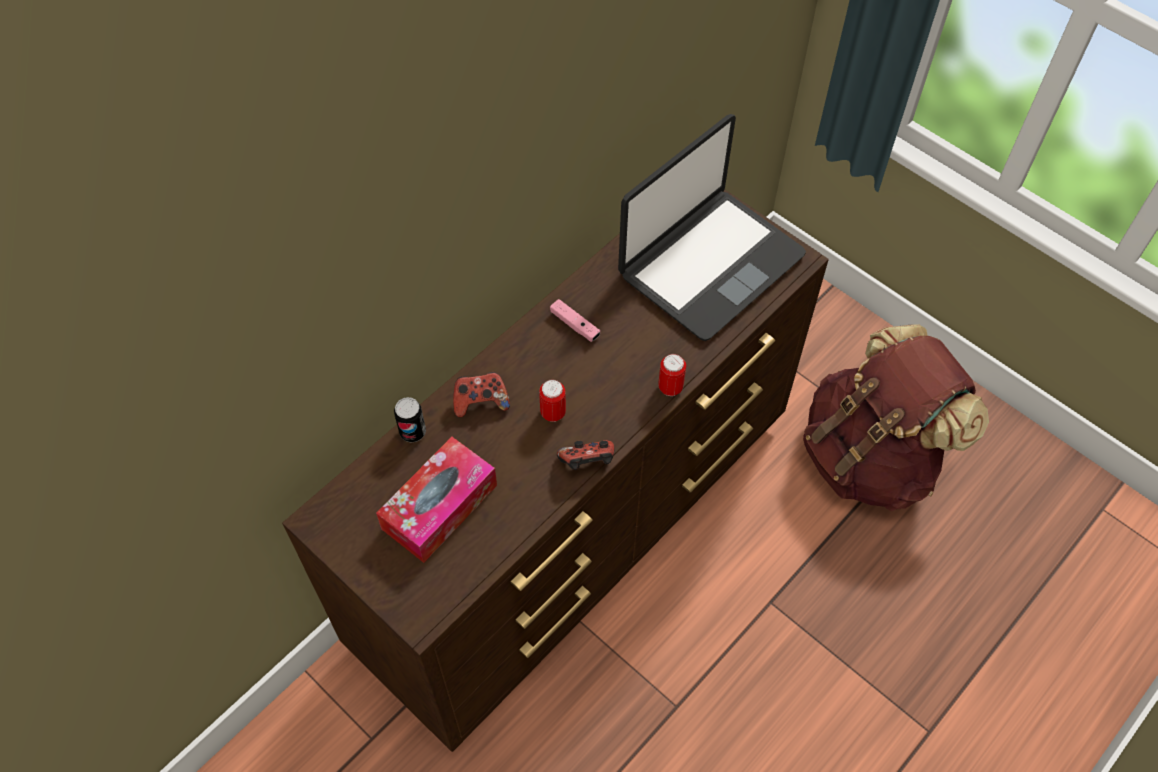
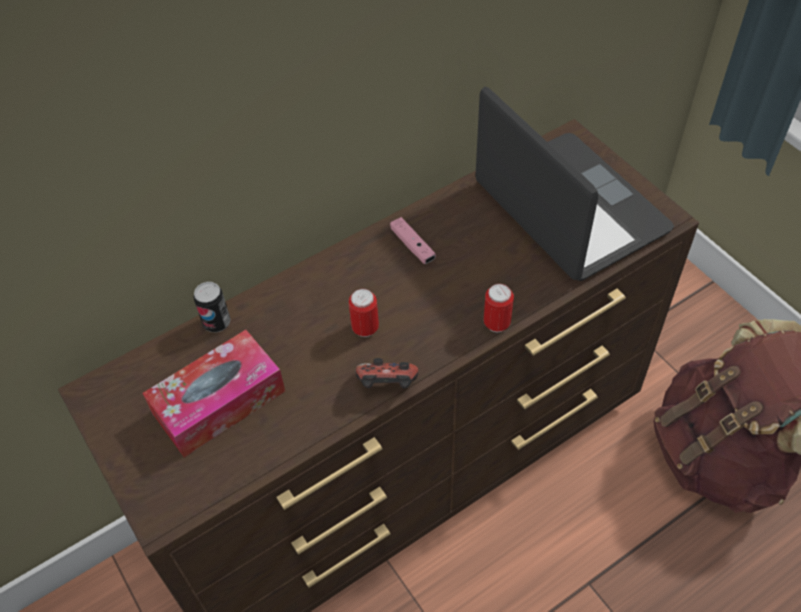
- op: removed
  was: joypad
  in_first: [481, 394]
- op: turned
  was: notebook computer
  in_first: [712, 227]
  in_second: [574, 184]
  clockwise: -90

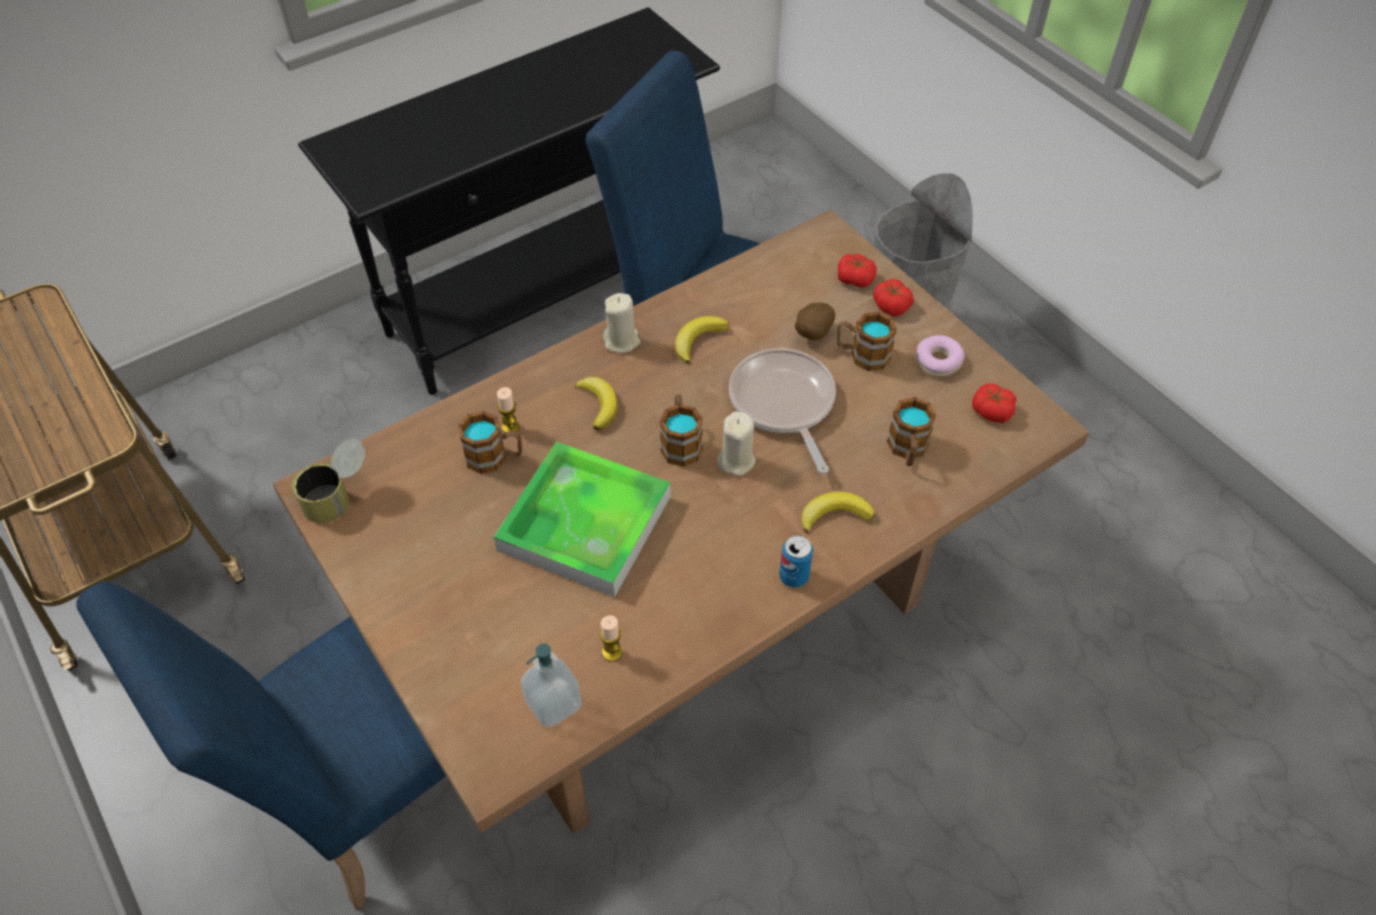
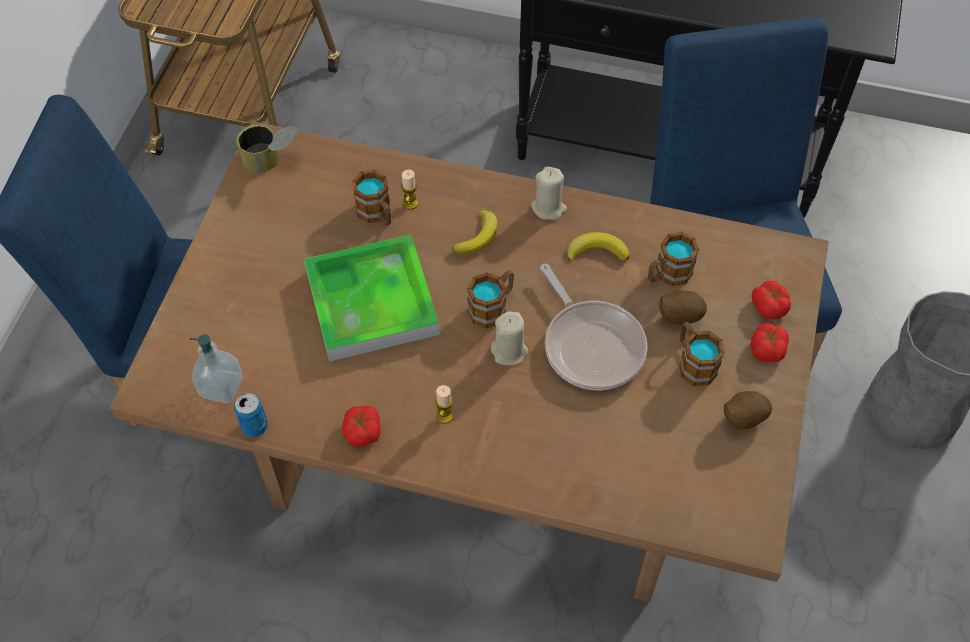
- op: removed
  was: whole banana
  in_first: [838, 513]
- op: moved
  was: wax light
  in_first: [611, 638]
  in_second: [444, 404]
- op: moved
  was: metal can
  in_first: [796, 561]
  in_second: [251, 415]
- op: moved
  was: mug
  in_first: [912, 431]
  in_second: [673, 259]
- op: moved
  was: whole tomato
  in_first: [994, 403]
  in_second: [361, 426]
- op: replaced
  was: ring doughnut
  now: whole potato
  in_first: [940, 356]
  in_second: [748, 410]
- op: turned
  was: frying pan
  in_first: [782, 411]
  in_second: [594, 327]
  clockwise: 120

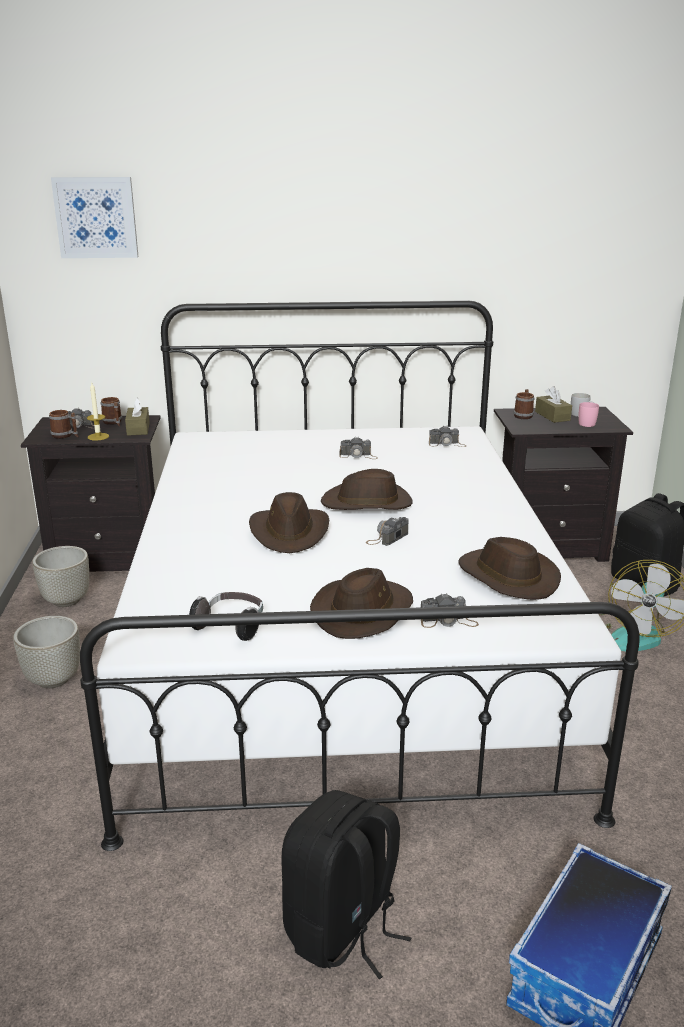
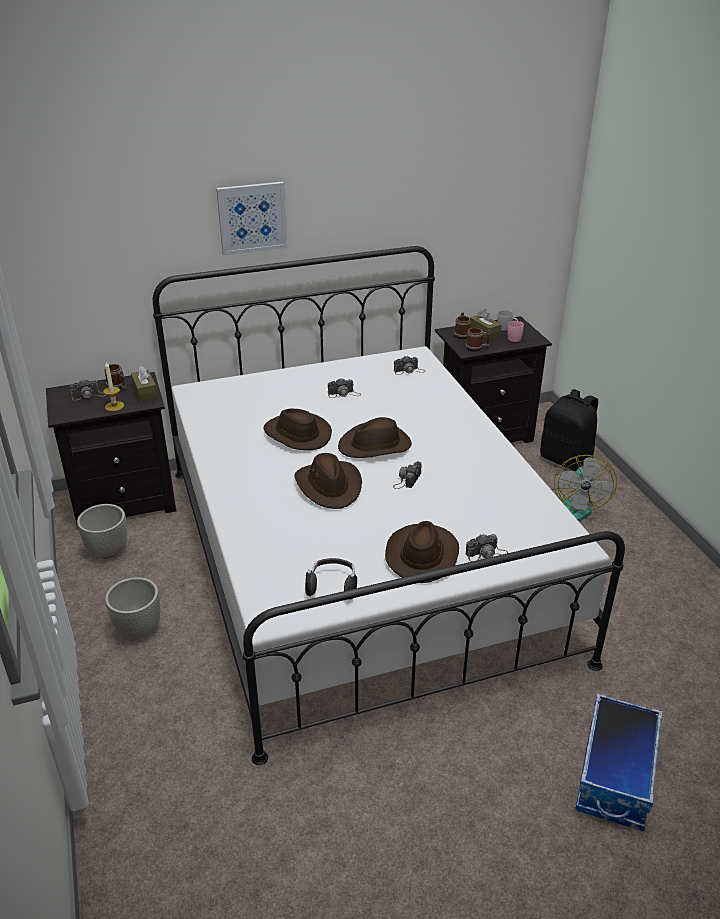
- op: removed
  was: backpack/black
  in_first: [346, 884]
- op: moved
  was: mug
  in_first: [64, 424]
  in_second: [478, 340]
- op: moved
  was: wall art
  in_first: [94, 217]
  in_second: [251, 219]
- op: moved
  was: hat/brownish
  in_first: [510, 568]
  in_second: [298, 429]

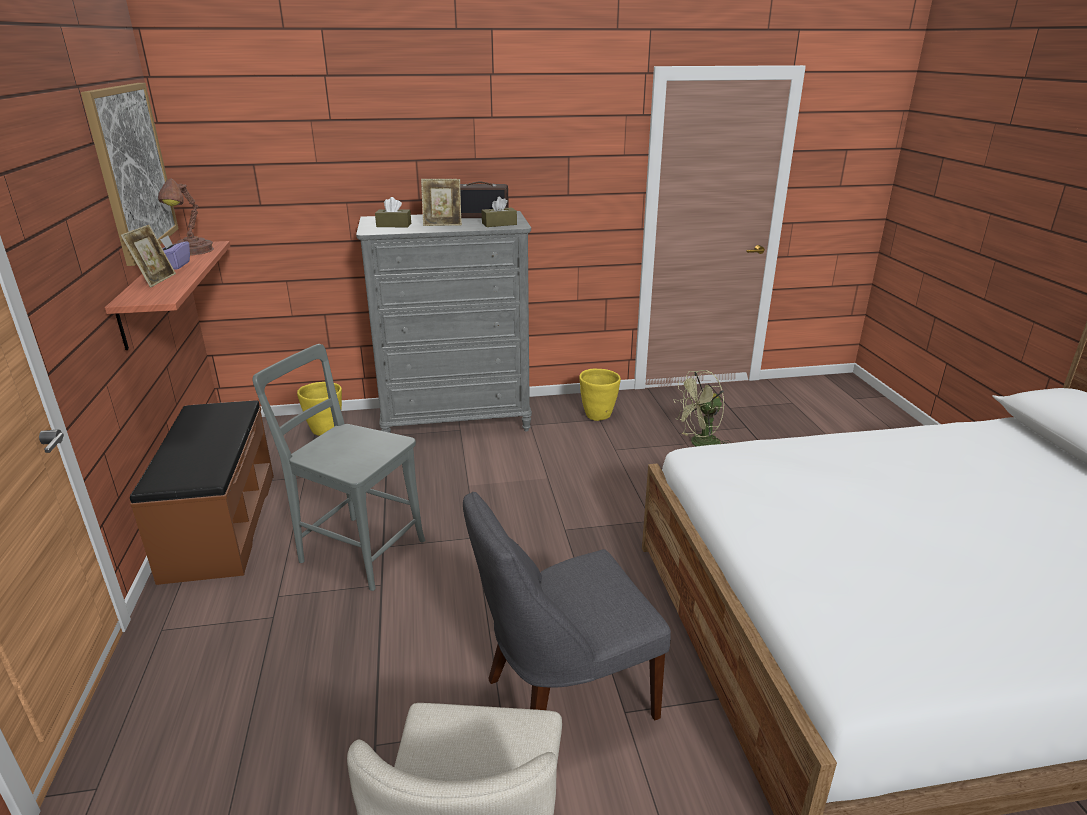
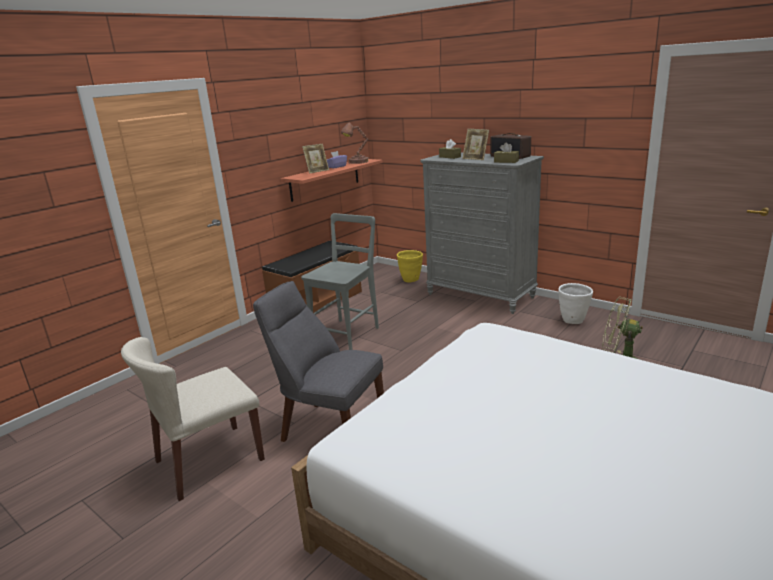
- op: removed
  was: wall art
  in_first: [130, 174]
- op: recoloured
  was: flower pot/yellow-coloured
  now: flower pot/white-coloured
  in_first: [600, 395]
  in_second: [575, 303]
- op: turned
  was: upright chair/greyish
  in_first: [339, 467]
  in_second: [340, 281]
  clockwise: 45

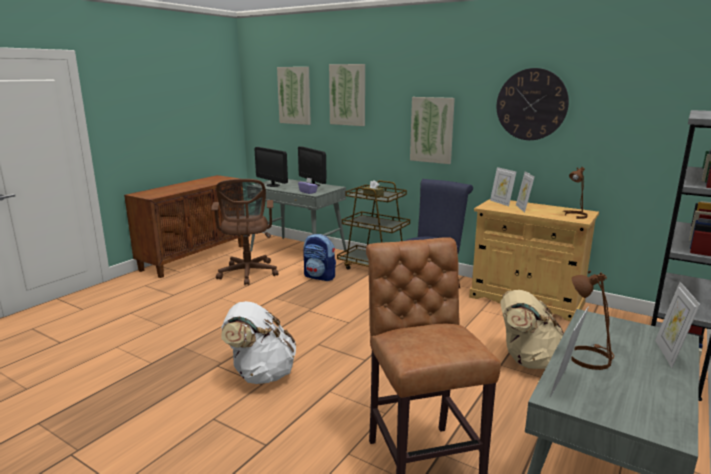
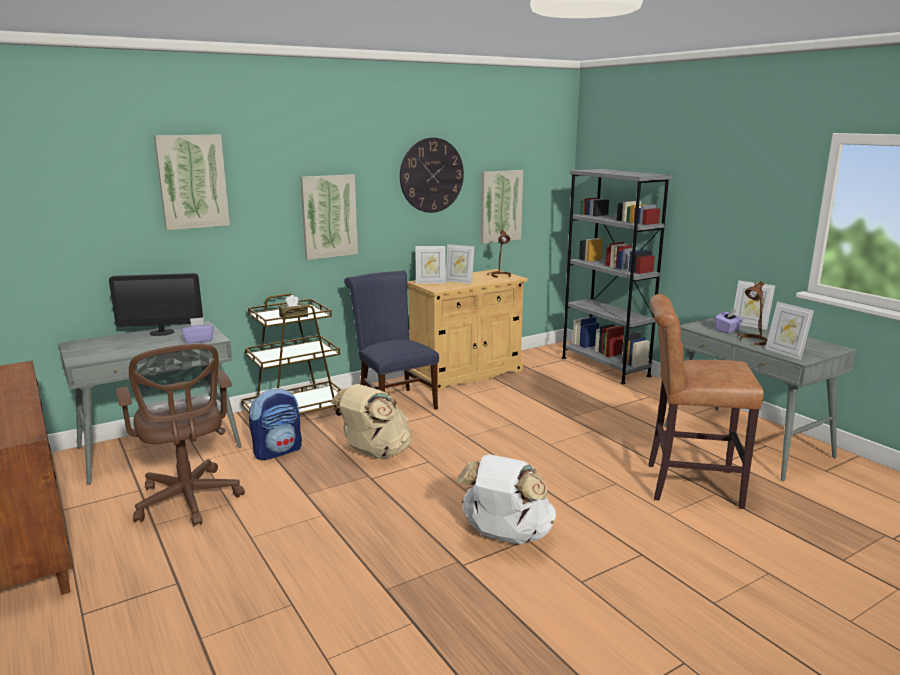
- op: removed
  was: computer screen
  in_first: [271, 167]
- op: added
  now: box of tissues/purple-coloured
  in_second: [729, 321]
- op: moved
  was: wall art
  in_first: [294, 96]
  in_second: [502, 207]
- op: moved
  was: backpack/beige
  in_first: [532, 329]
  in_second: [371, 421]
- op: turned
  was: desk chair/brownish
  in_first: [245, 232]
  in_second: [180, 435]
  clockwise: 45

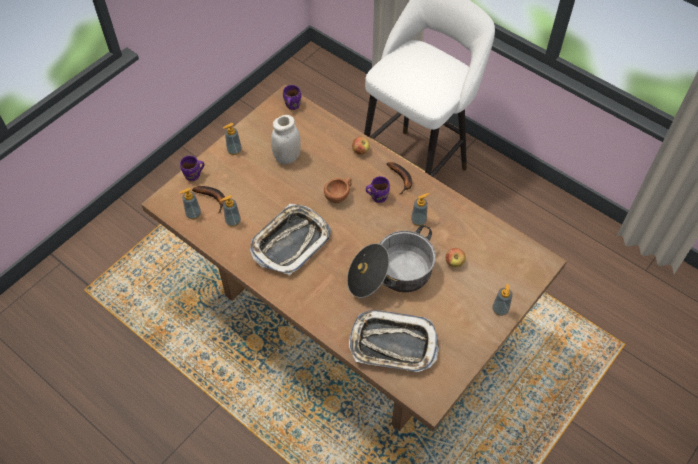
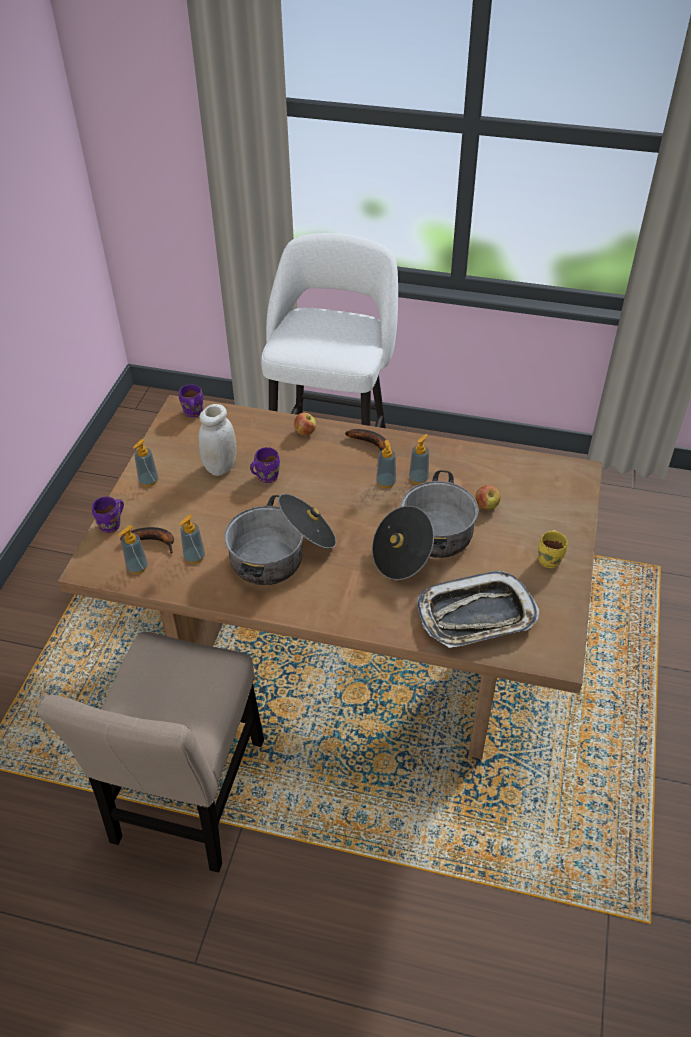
- op: removed
  was: cup/brownish
  in_first: [338, 190]
- op: added
  now: upright chair/beige
  in_second: [151, 752]
- op: added
  now: mug/yellow-coloured
  in_second: [553, 549]
- op: moved
  was: mug/purple-coloured
  in_first: [378, 189]
  in_second: [265, 465]
- op: moved
  was: soap dispenser
  in_first: [502, 300]
  in_second: [386, 464]
- op: replaced
  was: serving tray
  now: stockpot
  in_first: [290, 239]
  in_second: [280, 539]

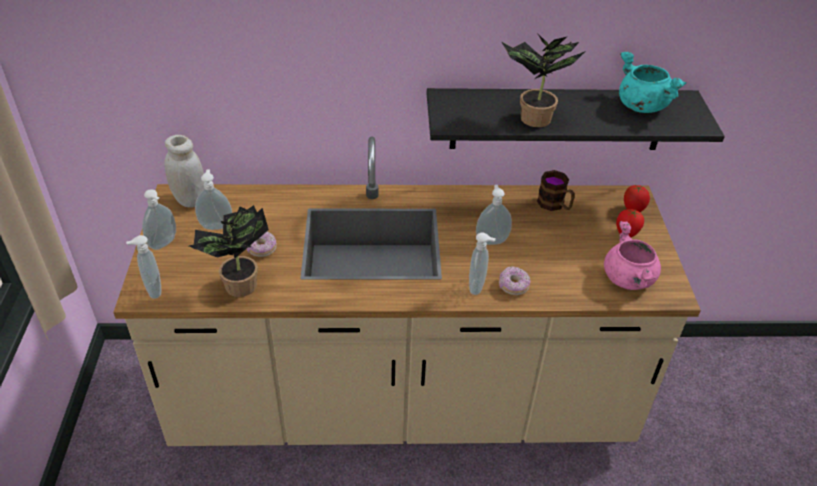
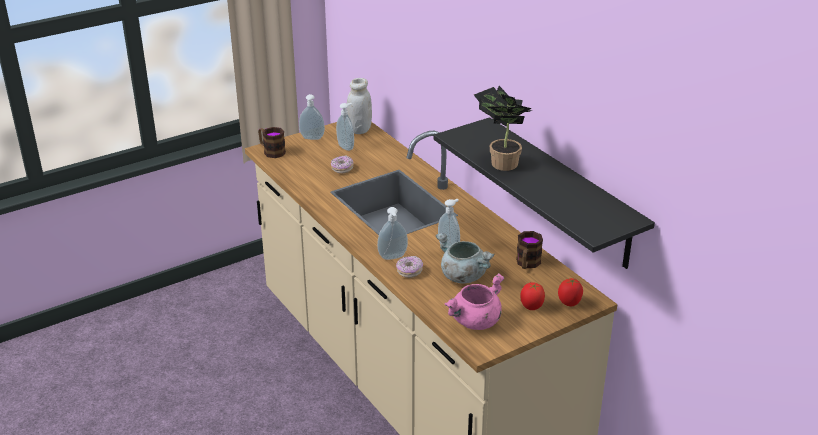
- op: removed
  was: plant in a pot
  in_first: [229, 251]
- op: removed
  was: stockpot/turquoise-coloured
  in_first: [652, 82]
- op: added
  now: stockpot/greyish
  in_second: [465, 258]
- op: replaced
  was: soap dispenser
  now: mug
  in_first: [143, 267]
  in_second: [272, 142]

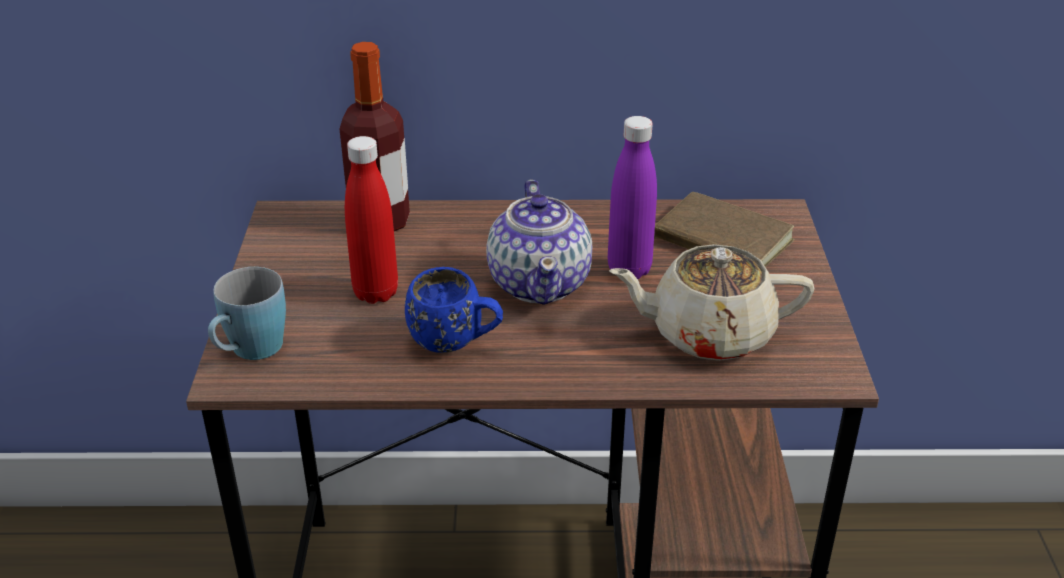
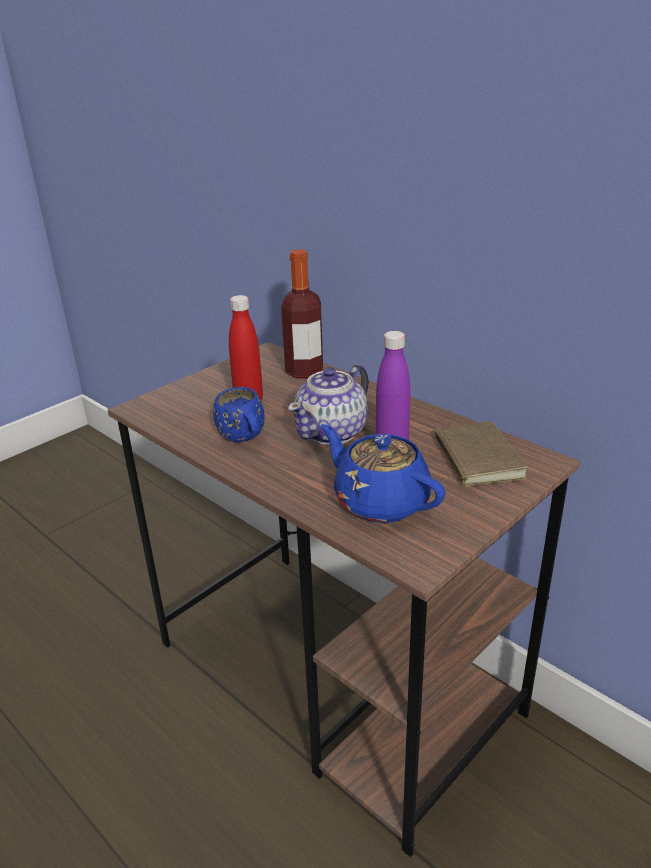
- op: removed
  was: mug/blue
  in_first: [247, 313]
- op: recoloured
  was: pot for tea/beige
  now: pot for tea/blue
  in_first: [711, 302]
  in_second: [383, 473]

